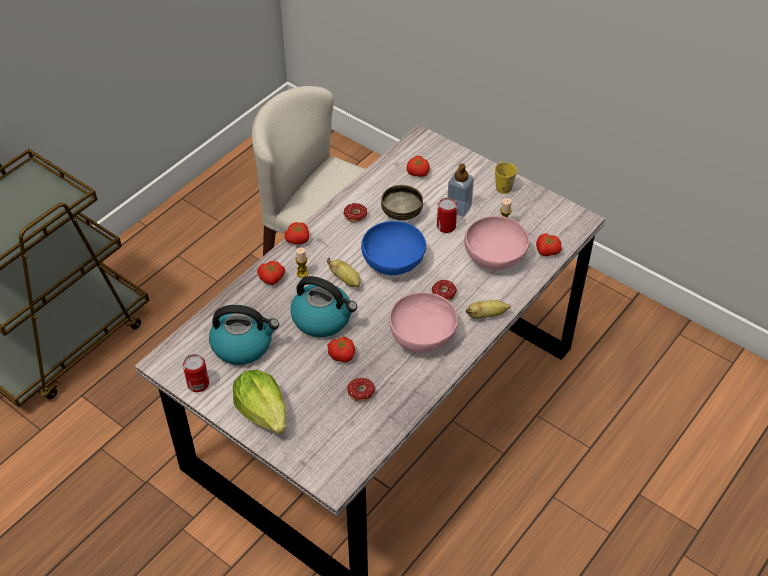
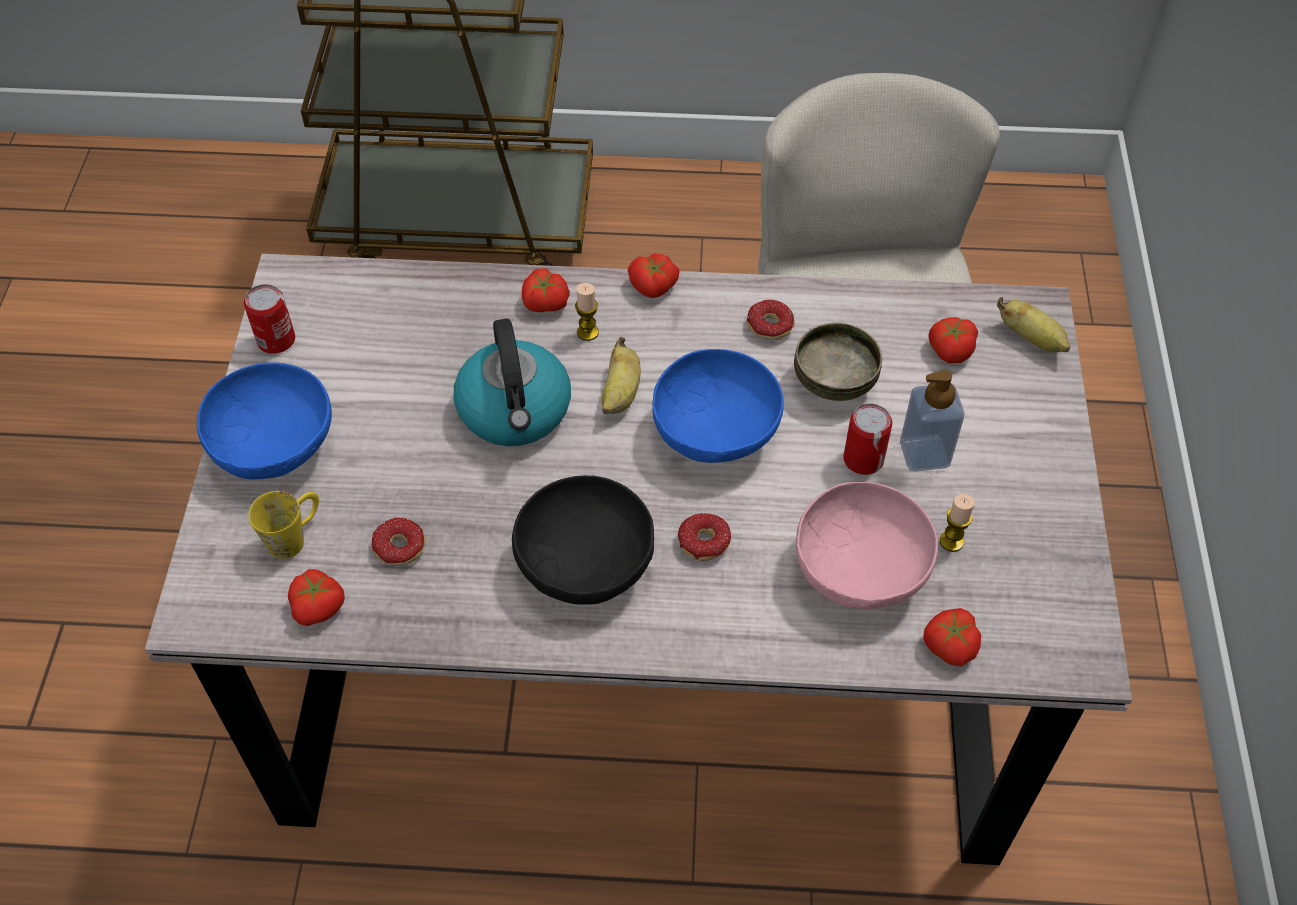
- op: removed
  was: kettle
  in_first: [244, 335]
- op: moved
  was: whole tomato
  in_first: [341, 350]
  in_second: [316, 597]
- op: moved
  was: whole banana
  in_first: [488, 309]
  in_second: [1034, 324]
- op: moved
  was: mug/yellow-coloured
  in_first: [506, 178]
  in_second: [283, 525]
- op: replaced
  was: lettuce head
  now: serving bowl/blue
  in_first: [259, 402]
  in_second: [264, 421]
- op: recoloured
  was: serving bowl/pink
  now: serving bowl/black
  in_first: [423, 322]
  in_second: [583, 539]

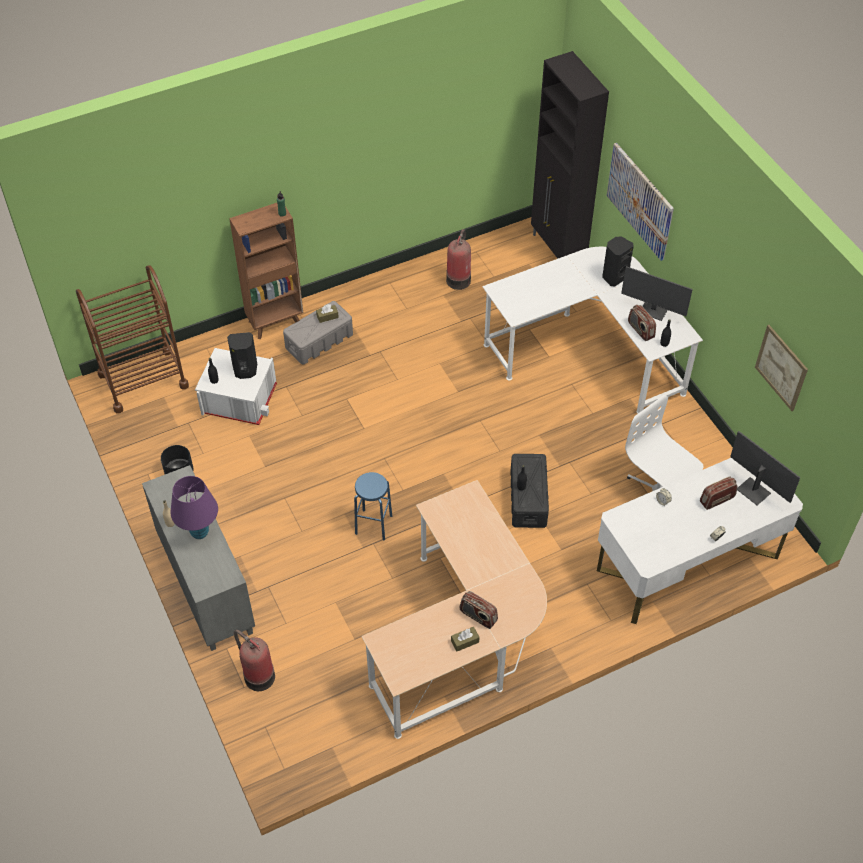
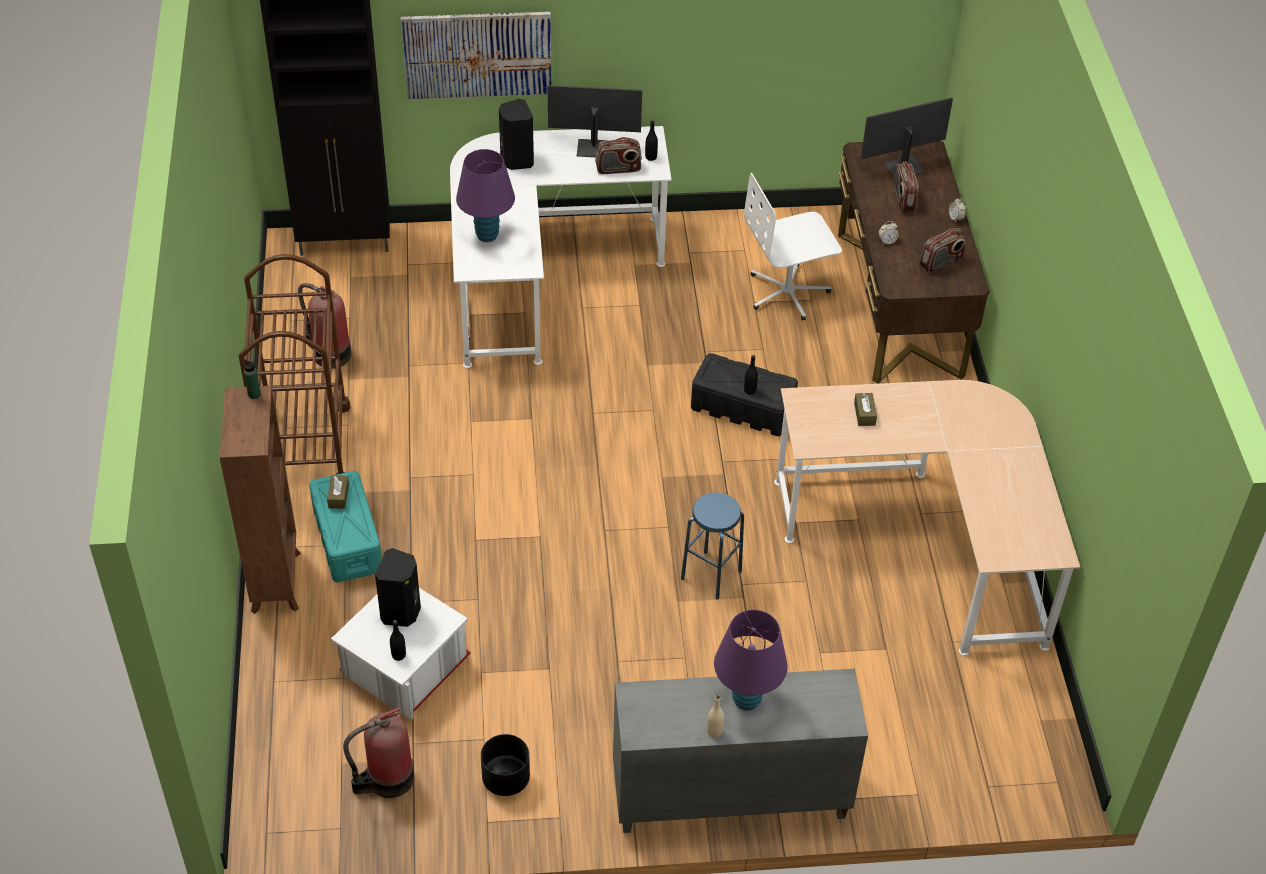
- op: removed
  was: wall art
  in_first: [781, 368]
- op: added
  now: lamp for a table/purple-coloured
  in_second: [485, 195]
- op: moved
  was: cart/brownish
  in_first: [132, 339]
  in_second: [295, 364]
- op: moved
  was: fire extinguisher
  in_first: [254, 660]
  in_second: [378, 752]
- op: moved
  was: box of tissues/brownish
  in_first: [465, 639]
  in_second: [865, 409]
- op: moved
  was: radio receiver
  in_first: [479, 610]
  in_second: [943, 250]
- op: recoloured
  was: storage container/greyish
  now: storage container/turquoise-coloured
  in_first: [318, 333]
  in_second: [345, 526]
- op: recoloured
  was: desk unit/white-coloured
  now: desk unit/brownish
  in_first: [700, 541]
  in_second: [914, 262]
- op: turned
  was: computer screen
  in_first: [657, 293]
  in_second: [595, 121]
  clockwise: -135

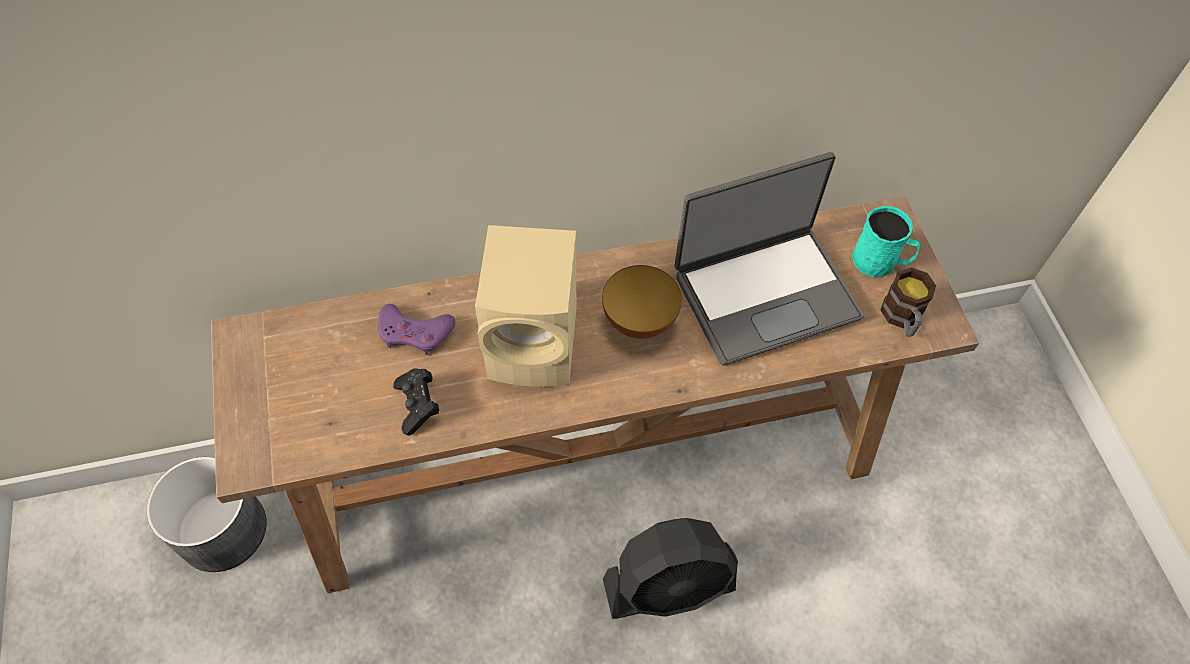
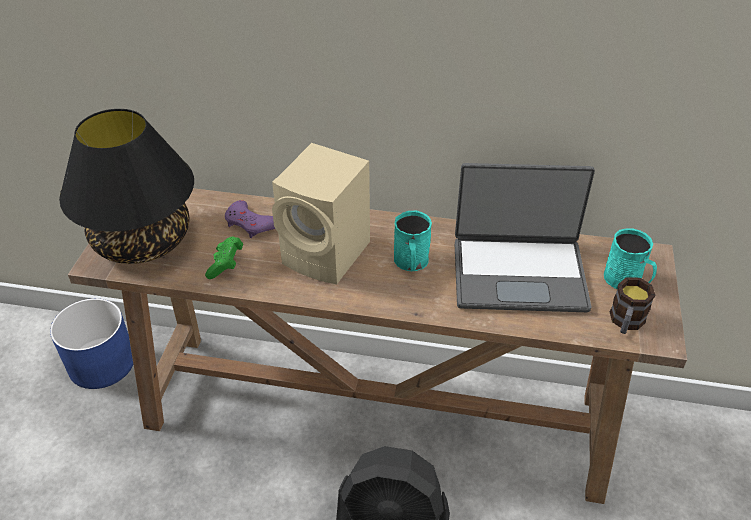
- op: added
  now: lamp for a table/black
  in_second: [126, 186]
- op: replaced
  was: serving bowl
  now: mug/turquoise-coloured
  in_first: [642, 302]
  in_second: [413, 241]
- op: recoloured
  was: flower pot/greyish
  now: flower pot/blue
  in_first: [207, 514]
  in_second: [91, 343]
- op: recoloured
  was: joypad/black
  now: joypad/green-coloured
  in_first: [416, 402]
  in_second: [224, 258]

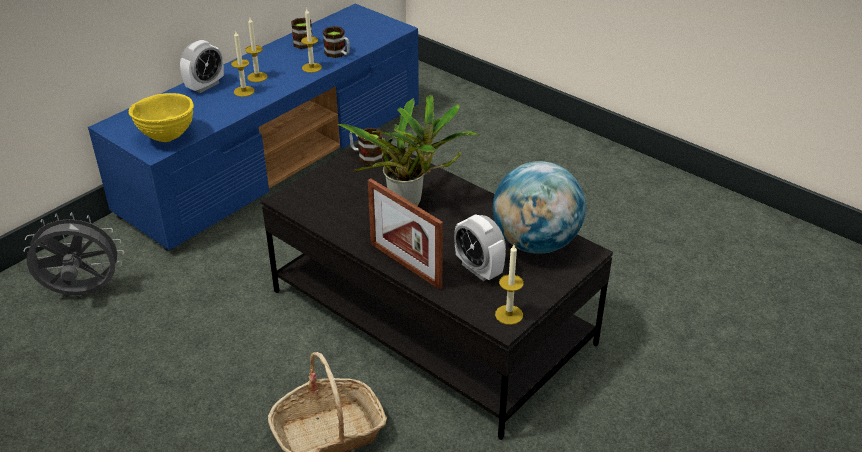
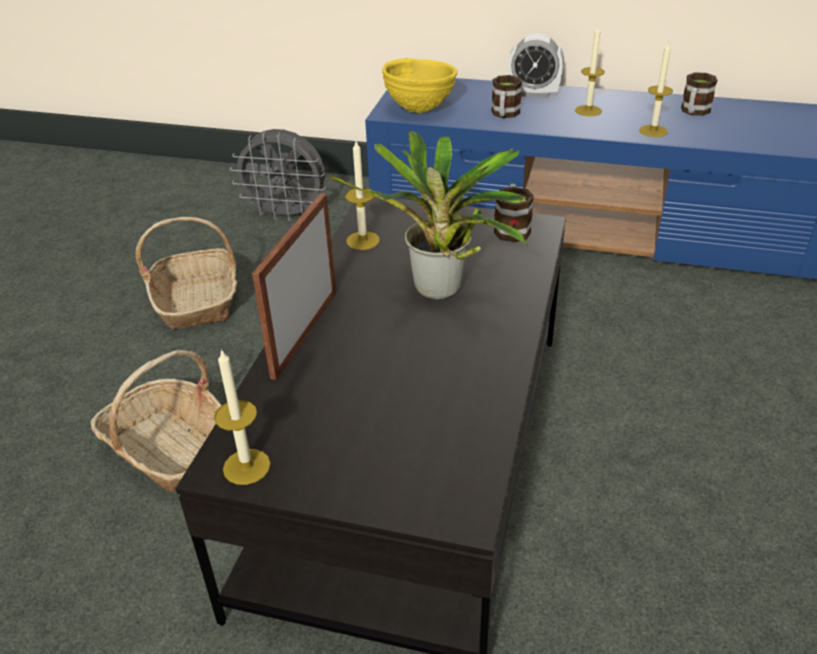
- op: removed
  was: table clock
  in_first: [480, 247]
- op: removed
  was: world globe
  in_first: [539, 207]
- op: added
  now: storage basket
  in_second: [186, 273]
- op: moved
  was: wax light
  in_first: [242, 64]
  in_second: [362, 195]
- op: moved
  was: mug
  in_first: [336, 42]
  in_second: [506, 96]
- op: turned
  was: fan/greyish
  in_first: [74, 254]
  in_second: [278, 175]
  clockwise: 135

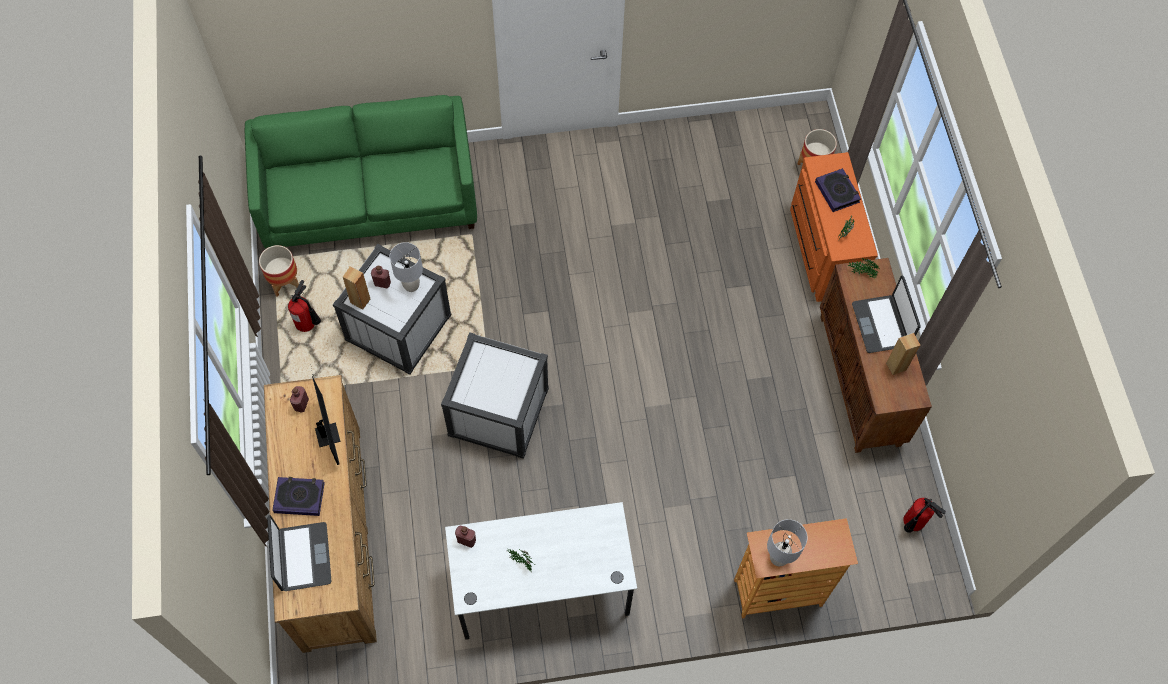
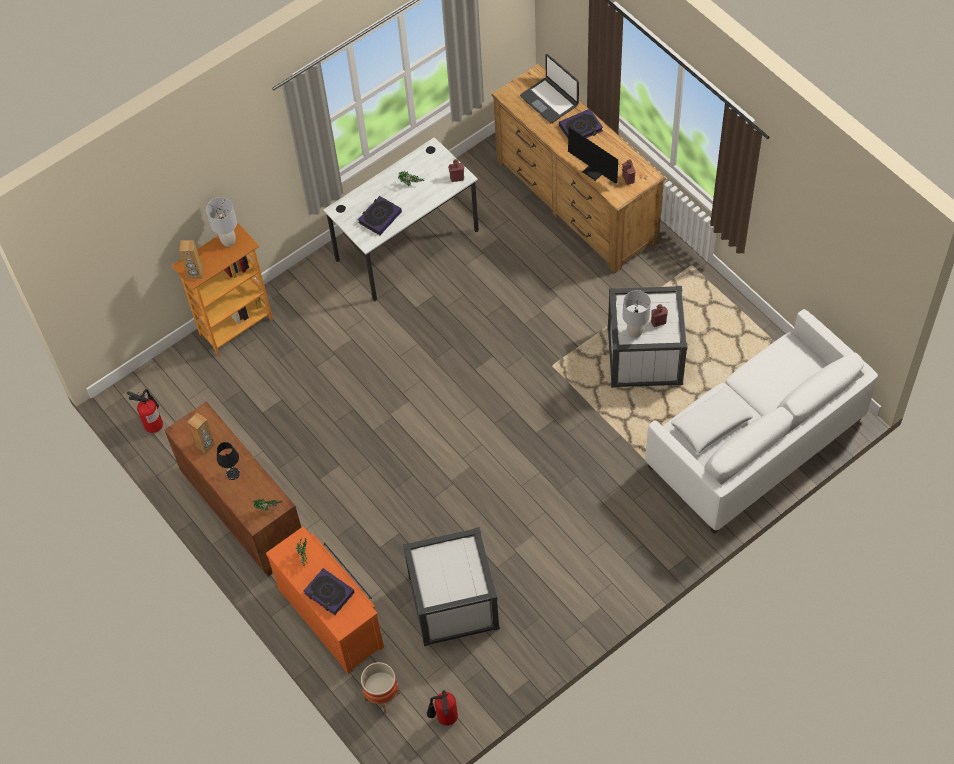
- op: removed
  was: flower pot
  in_first: [279, 271]
- op: added
  now: volume
  in_second: [380, 215]
- op: added
  now: cushion/white-coloured
  in_second: [712, 420]
- op: moved
  was: fire extinguisher
  in_first: [304, 306]
  in_second: [442, 708]
- op: moved
  was: loudspeaker/brownish
  in_first: [356, 287]
  in_second: [191, 260]
- op: moved
  was: storage container/white-coloured
  in_first: [495, 395]
  in_second: [451, 586]
- op: replaced
  was: notebook computer
  now: lamp for a table/black
  in_first: [886, 314]
  in_second: [228, 461]
- op: recoloured
  was: settee/green-coloured
  now: settee/white-coloured
  in_first: [361, 171]
  in_second: [761, 421]

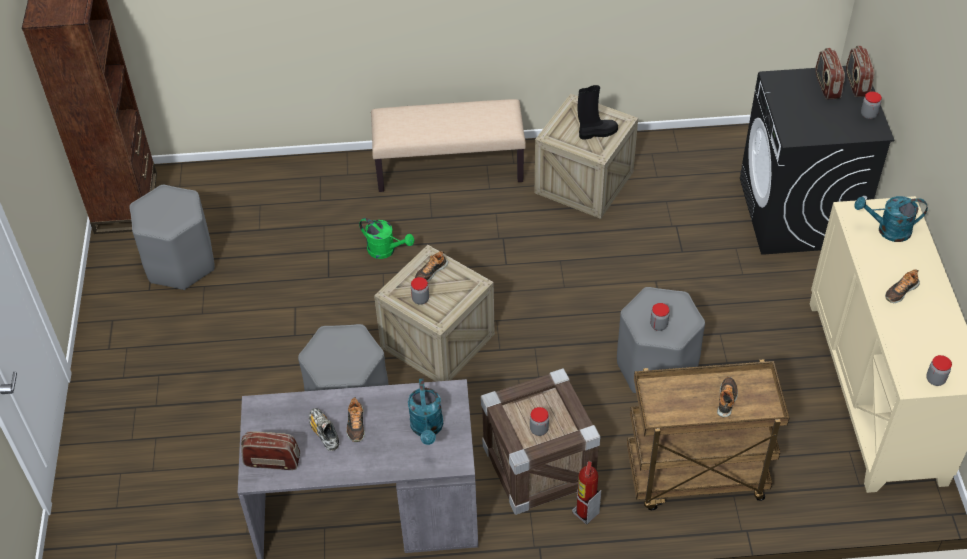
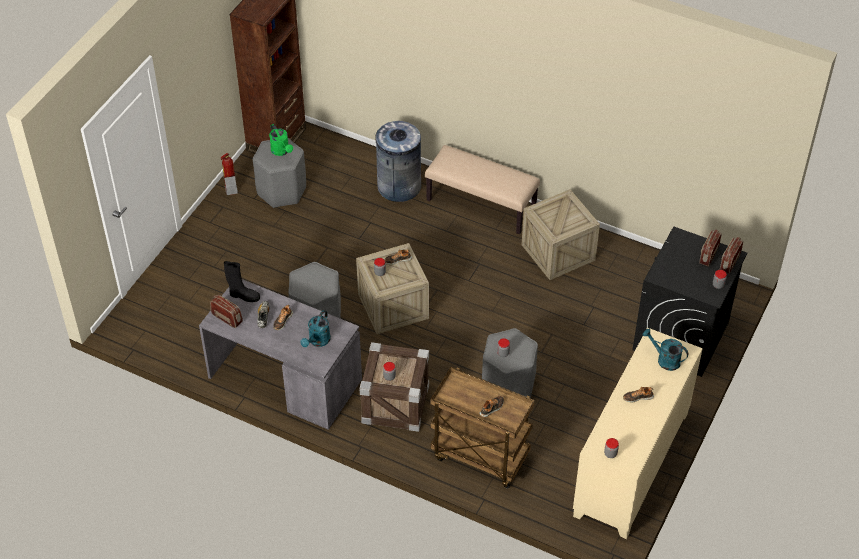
- op: added
  now: rubbish bin/greyish
  in_second: [398, 161]
- op: moved
  was: watering pot/green-coloured
  in_first: [386, 238]
  in_second: [281, 140]
- op: moved
  was: fire extinguisher
  in_first: [586, 492]
  in_second: [229, 174]
- op: moved
  was: boot/black
  in_first: [598, 112]
  in_second: [242, 281]

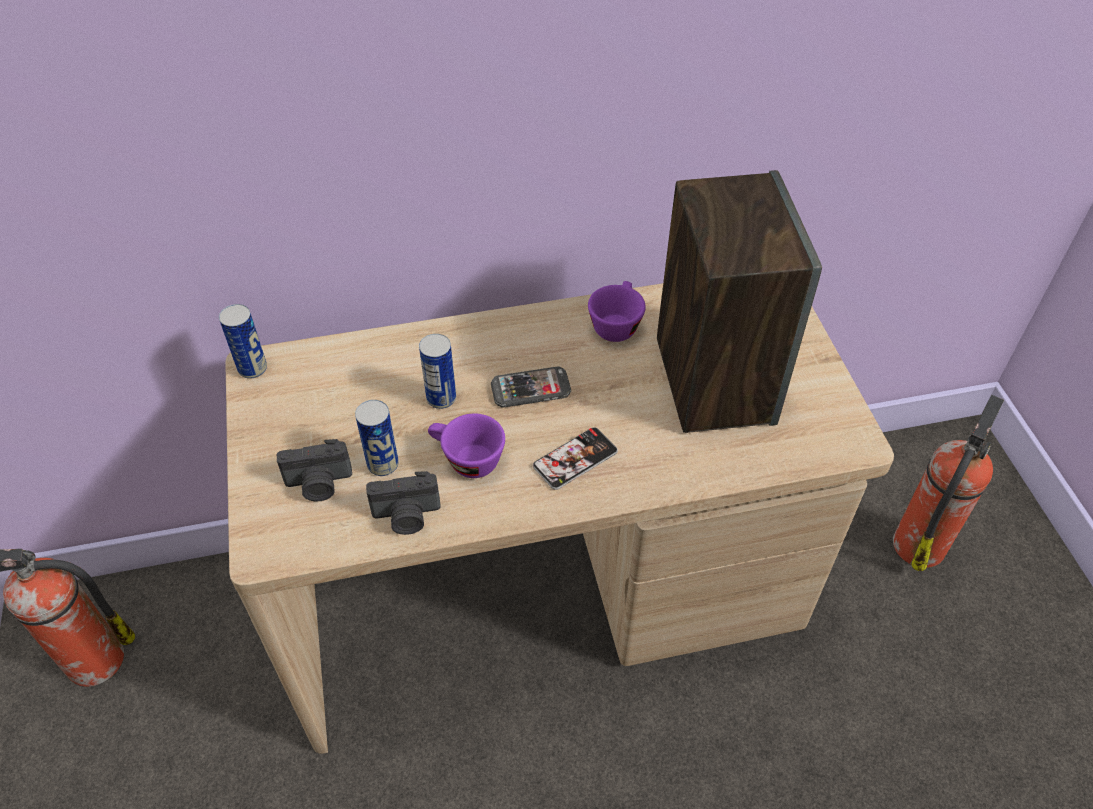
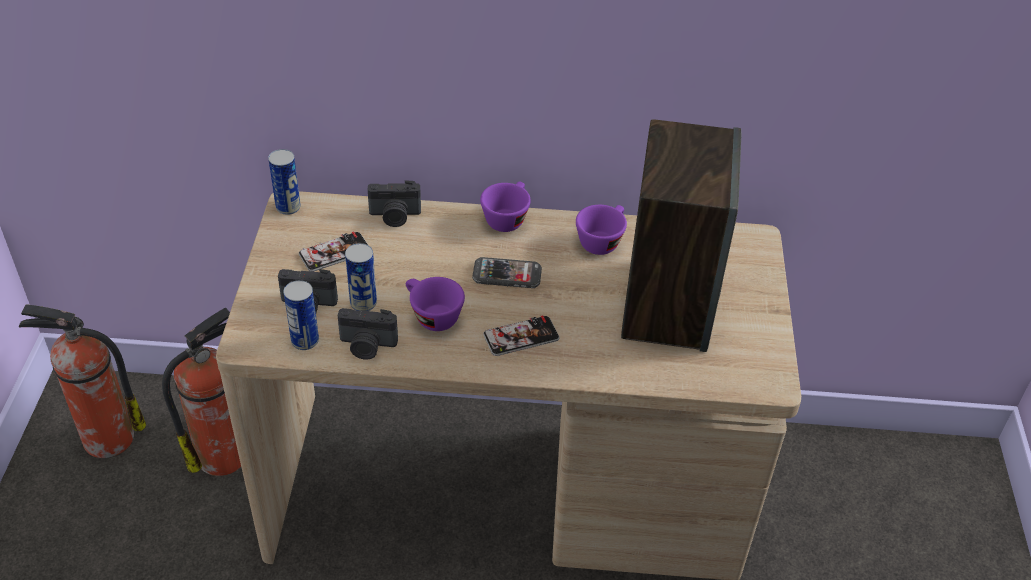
- op: added
  now: handset
  in_second: [333, 251]
- op: added
  now: photo camera
  in_second: [394, 203]
- op: added
  now: cup/purple-coloured
  in_second: [505, 206]
- op: moved
  was: metal can
  in_first: [437, 371]
  in_second: [301, 315]
- op: moved
  was: fire extinguisher
  in_first: [948, 483]
  in_second: [201, 392]

